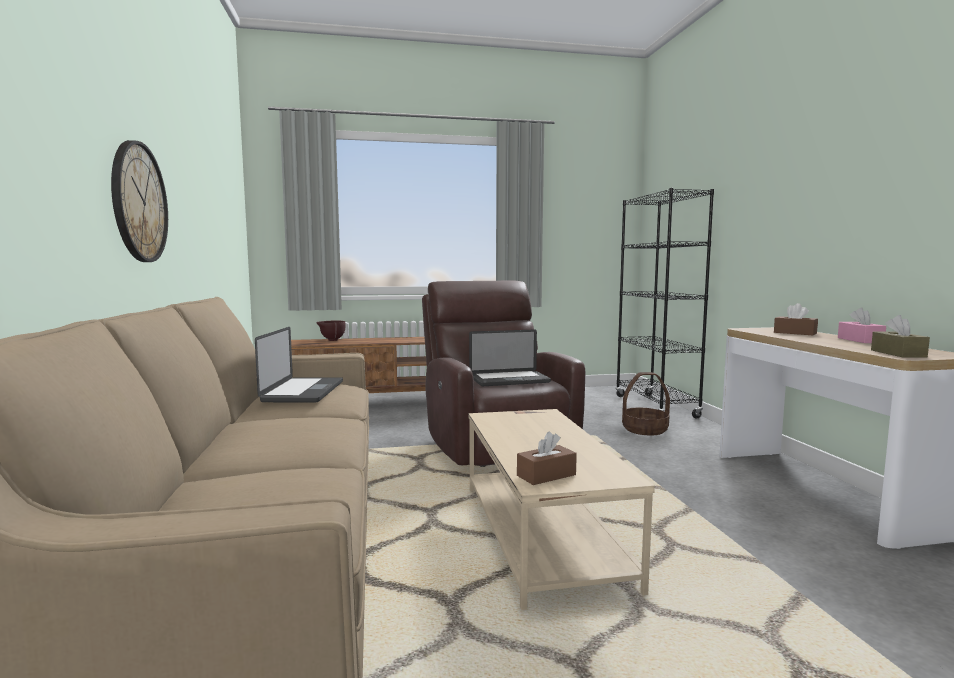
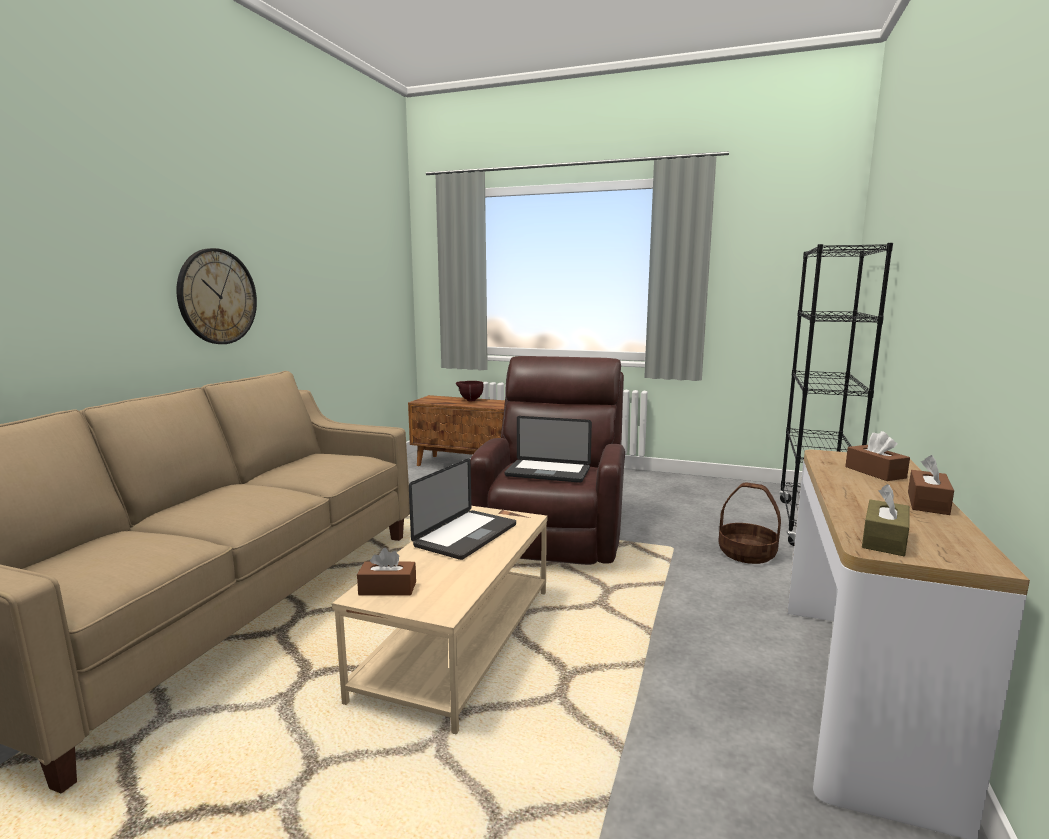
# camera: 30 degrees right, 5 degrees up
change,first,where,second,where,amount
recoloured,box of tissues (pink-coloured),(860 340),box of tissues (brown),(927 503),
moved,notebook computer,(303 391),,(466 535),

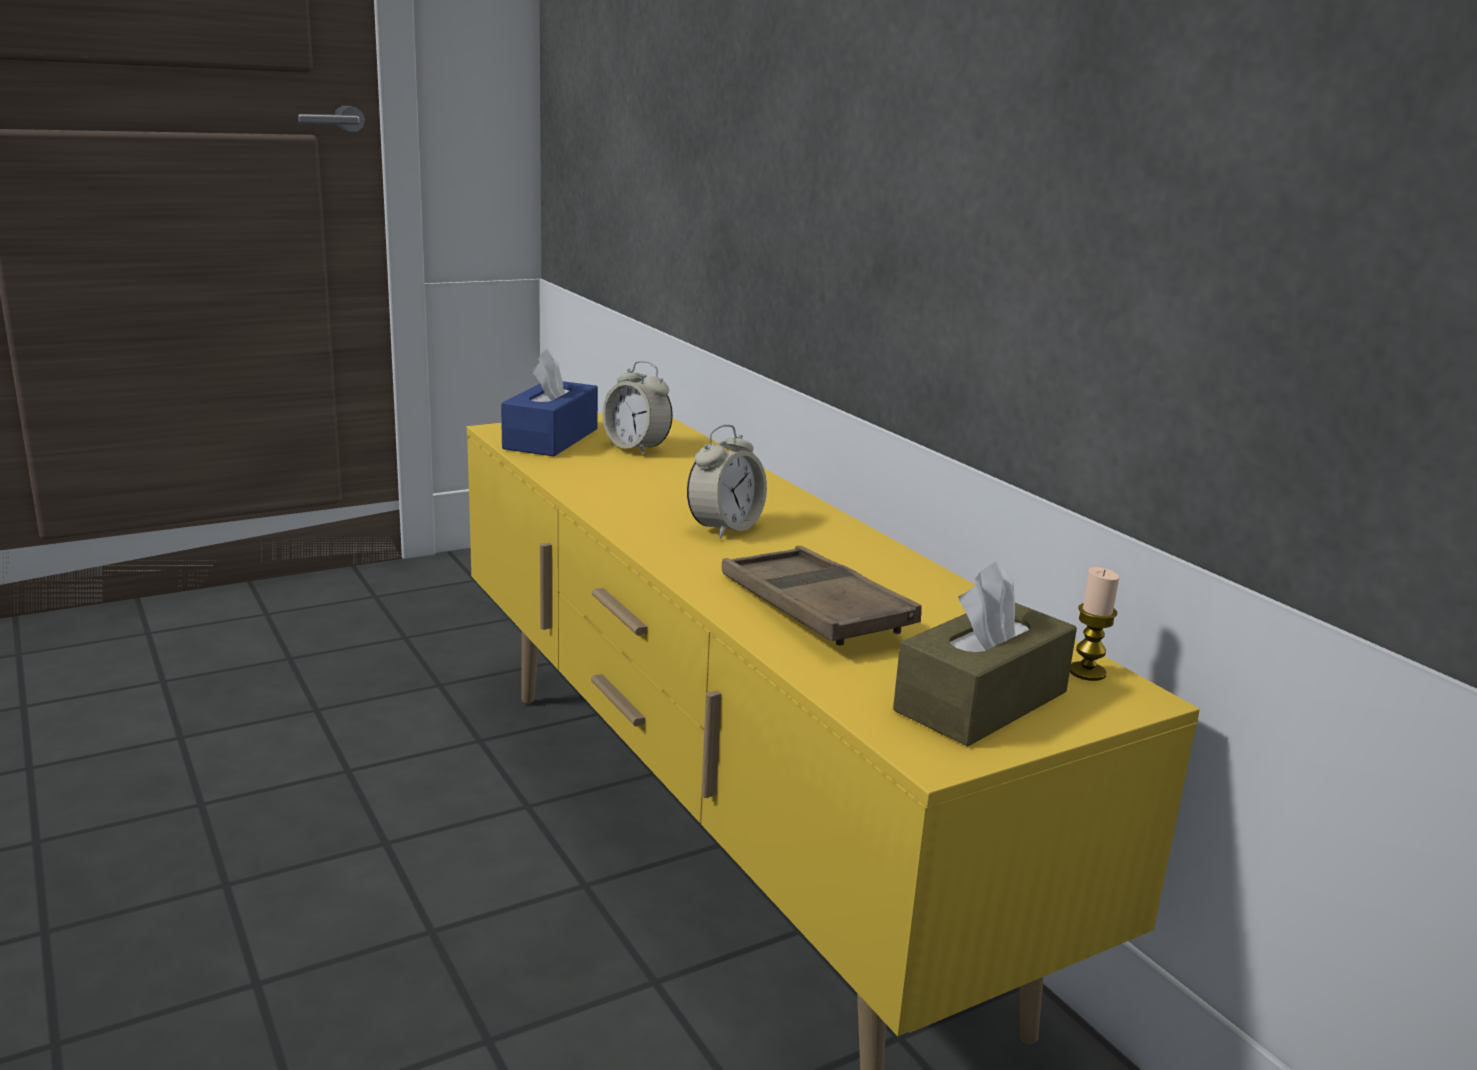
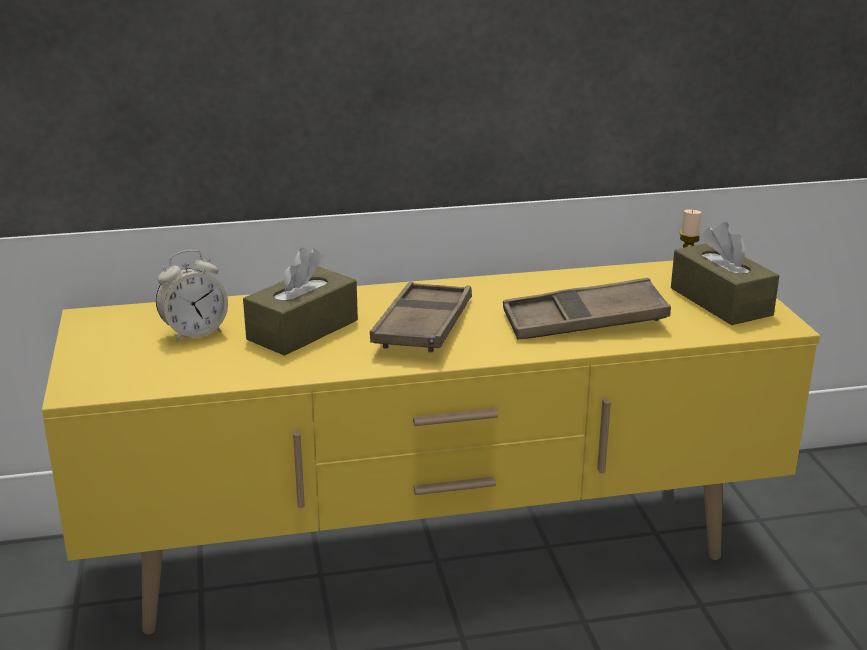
# camera: 70 degrees left, 5 degrees up
change,first,where,second,where,amount
removed,box of tissues (bluish),(551 439),,,
replaced,table clock,(725 528),tray (brown),(423 326),
added,,,box of tissues (brown),(303 330),

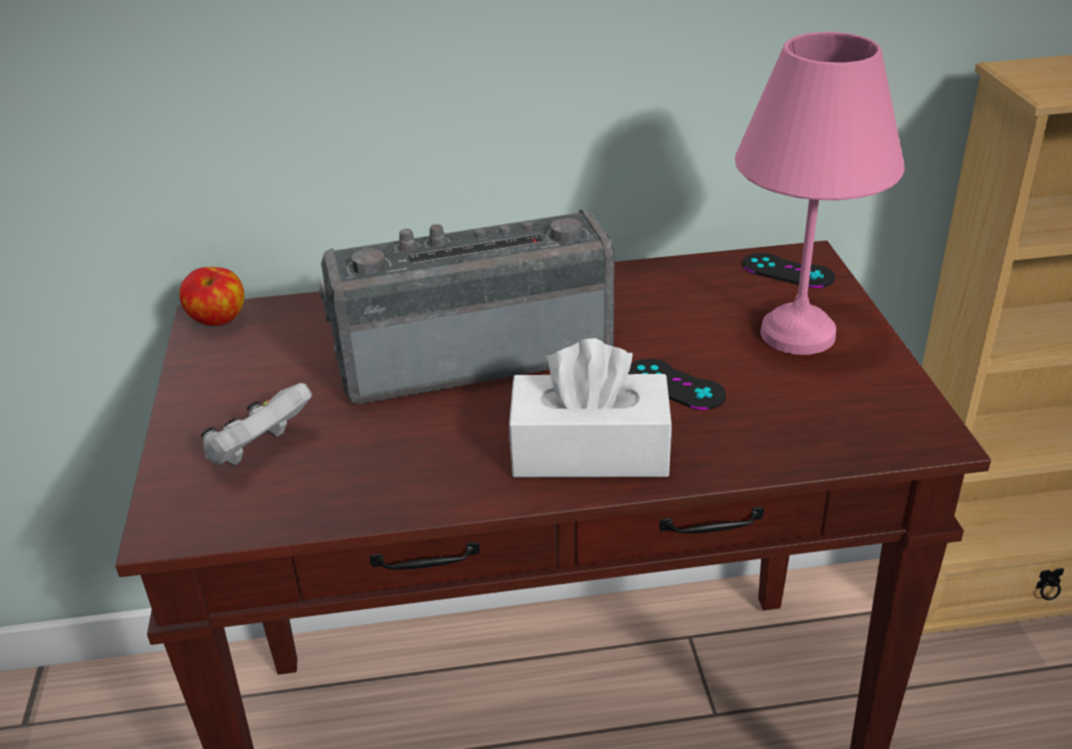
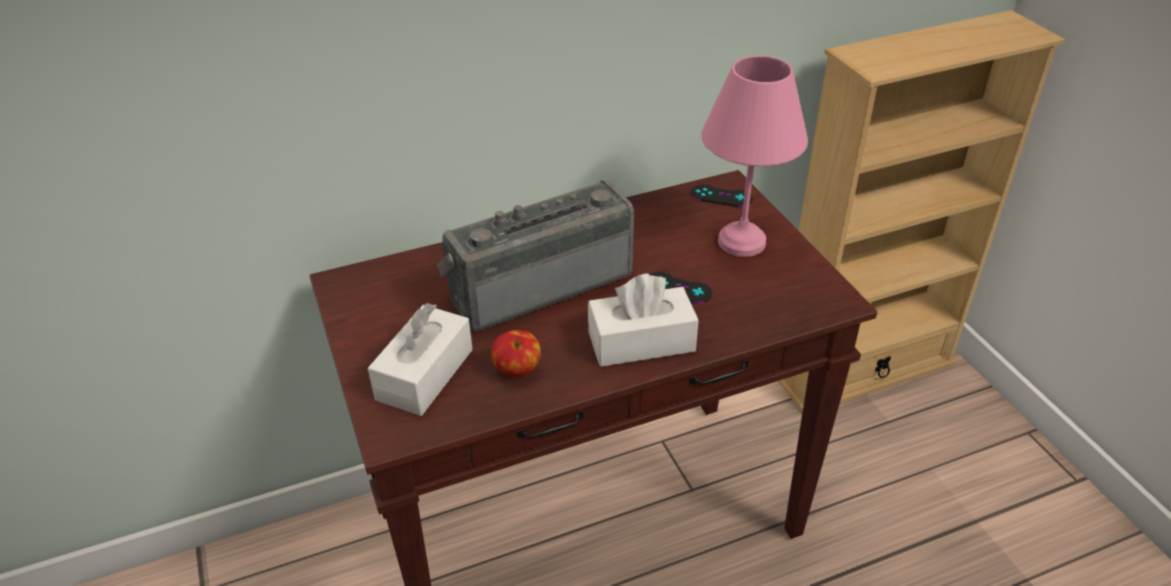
# camera: 15 degrees left, 5 degrees up
change,first,where,second,where,amount
moved,whole apple,(218 321),,(517 370),
replaced,gamepad (white-coloured),(259 451),box of tissues (white-coloured),(425 374),

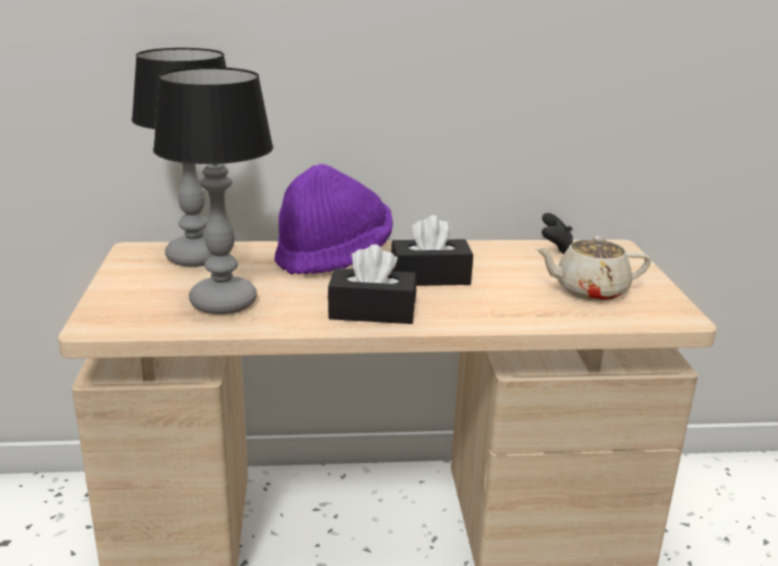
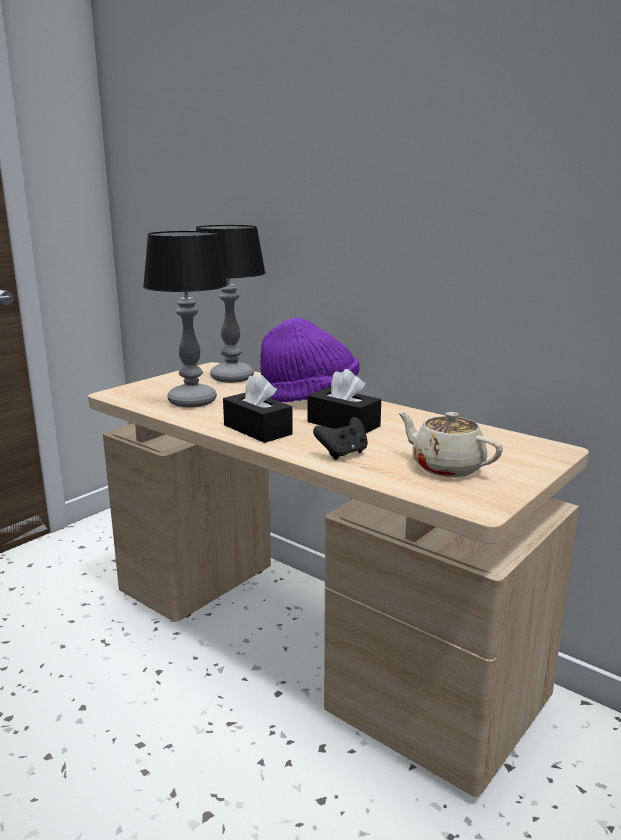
# camera: 45 degrees right, 5 degrees down
change,first,where,second,where,amount
moved,gamepad (blackish),(555 248),,(343 454),

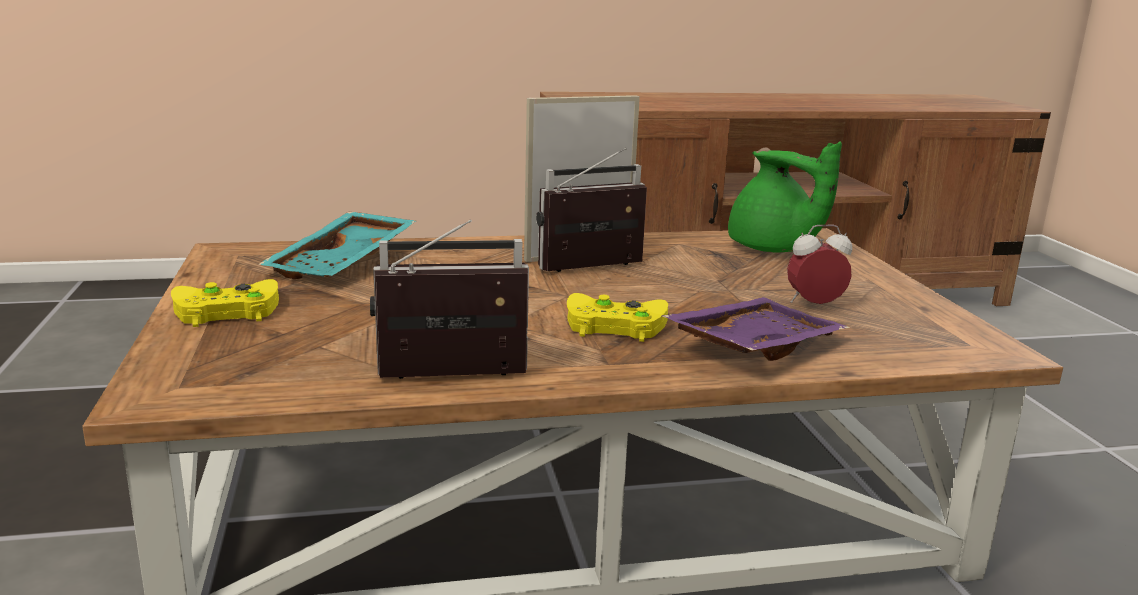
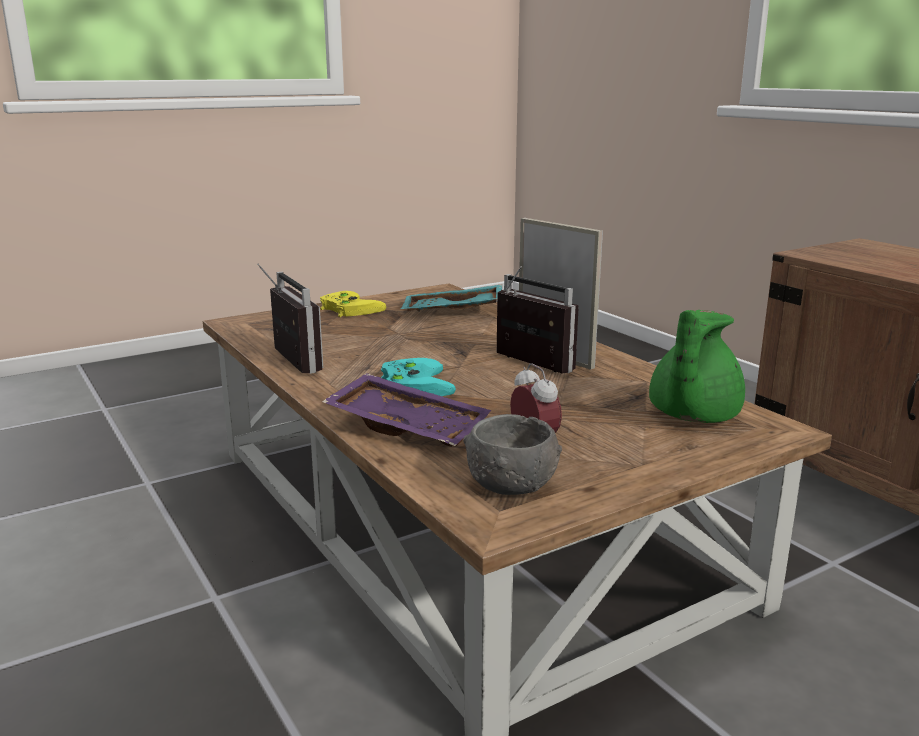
# camera: 70 degrees right, 0 degrees up
change,first,where,second,where,amount
recoloured,gamepad (yellow-coloured),(611 324),gamepad (turquoise),(412 383),
added,,,bowl (greyish),(511 483),

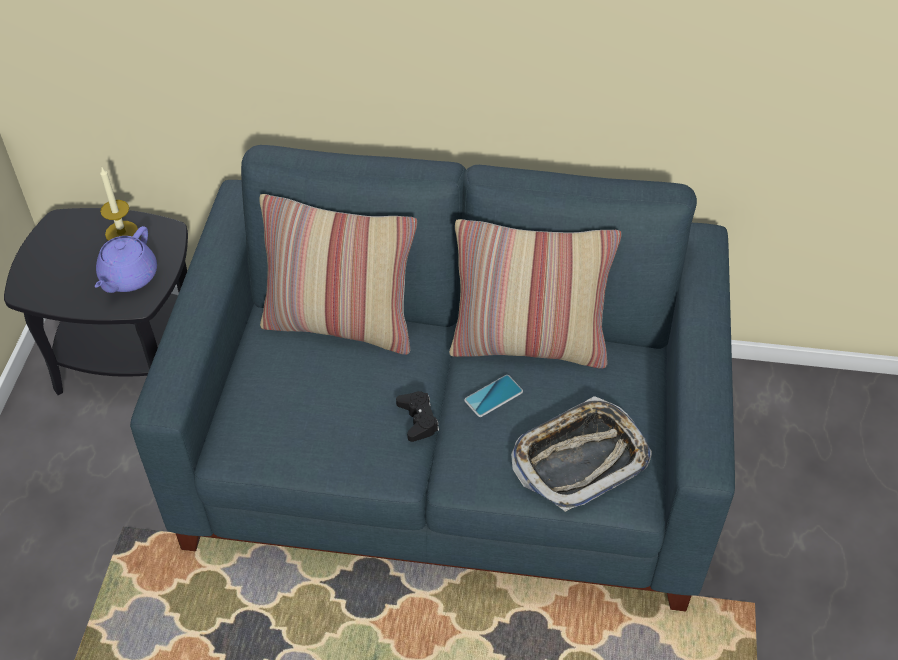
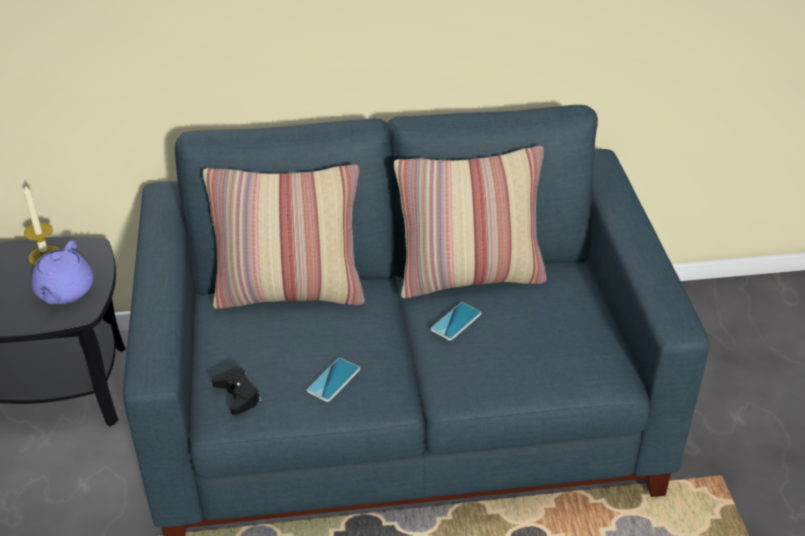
# camera: 15 degrees left, 10 degrees down
change,first,where,second,where,amount
moved,gamepad (blackish),(418 419),,(237 395),
removed,tray,(580 458),,,
added,,,telephone,(333 380),

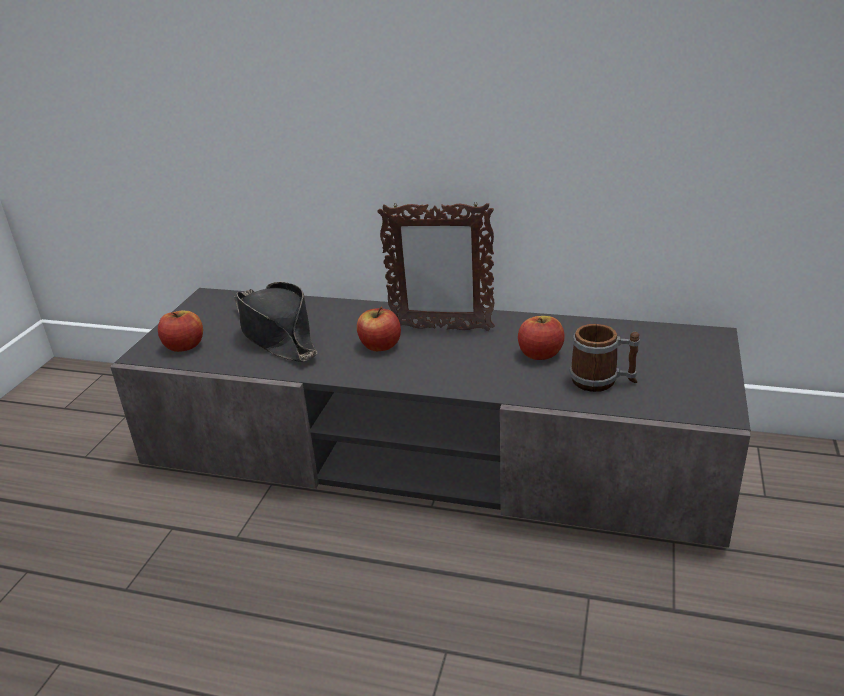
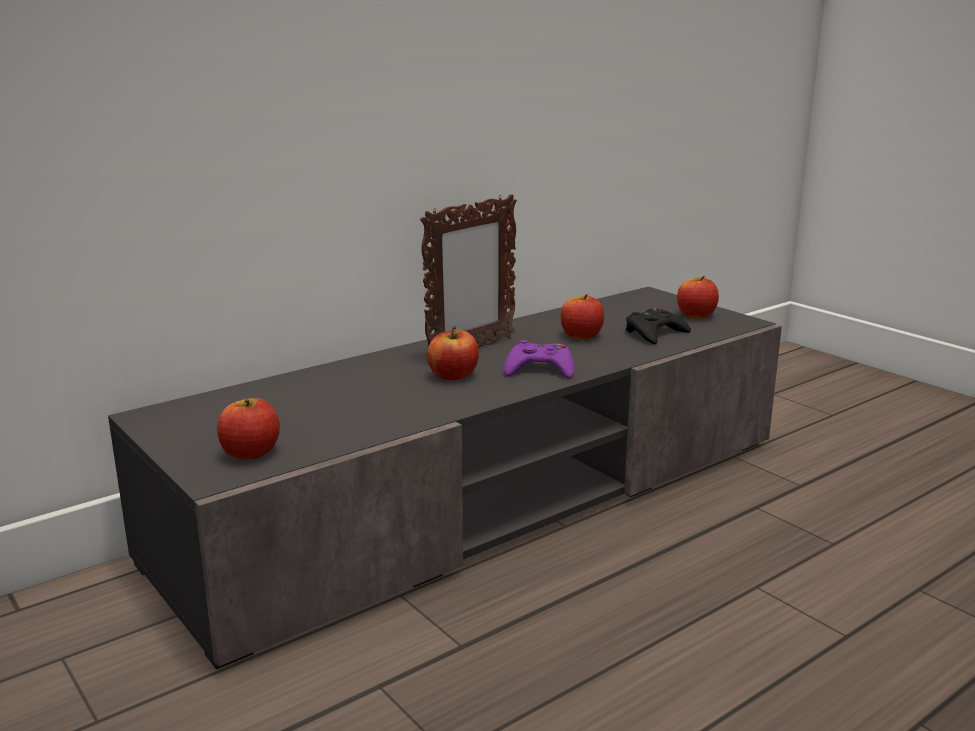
# camera: 55 degrees left, 10 degrees down
change,first,where,second,where,amount
removed,wearable hat (blackish),(276 334),,,
replaced,tea mug,(602 381),gamepad (blackish),(655 333),
added,,,whole apple,(696 315),
added,,,gamepad (purple),(539 369),

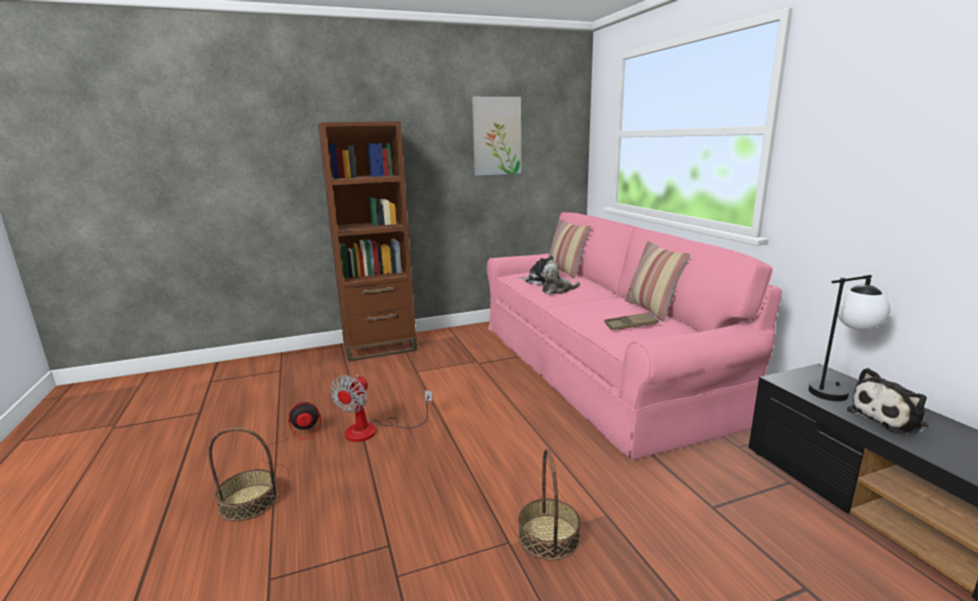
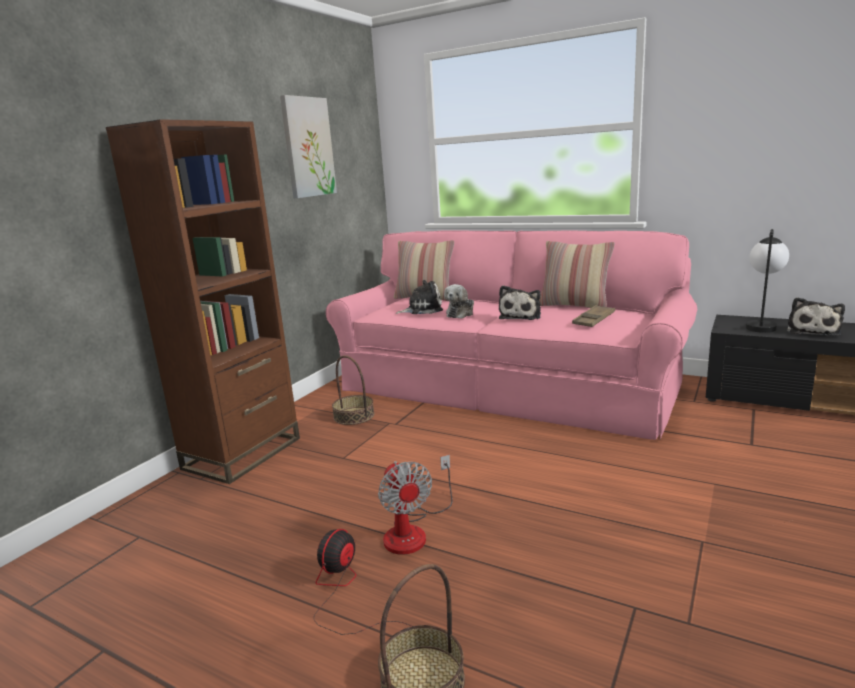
# camera: 40 degrees left, 0 degrees up
change,first,where,second,where,amount
moved,basket,(549 536),,(354 416),
added,,,cuddly toy,(521 316),

